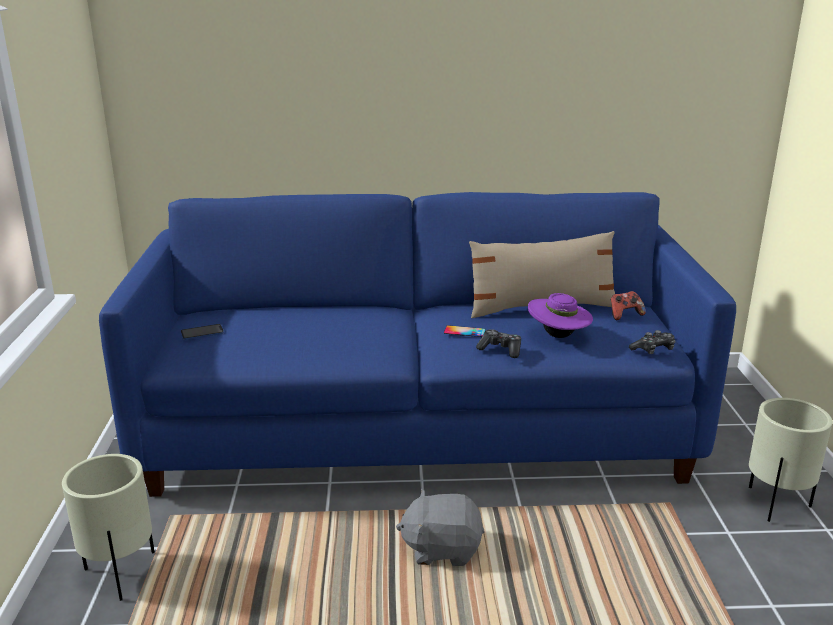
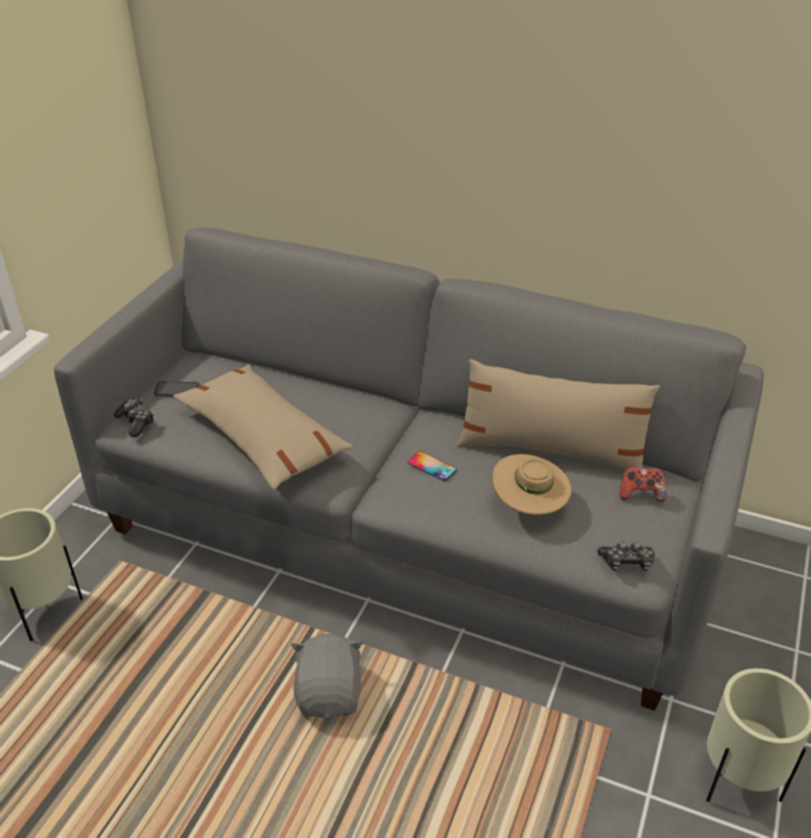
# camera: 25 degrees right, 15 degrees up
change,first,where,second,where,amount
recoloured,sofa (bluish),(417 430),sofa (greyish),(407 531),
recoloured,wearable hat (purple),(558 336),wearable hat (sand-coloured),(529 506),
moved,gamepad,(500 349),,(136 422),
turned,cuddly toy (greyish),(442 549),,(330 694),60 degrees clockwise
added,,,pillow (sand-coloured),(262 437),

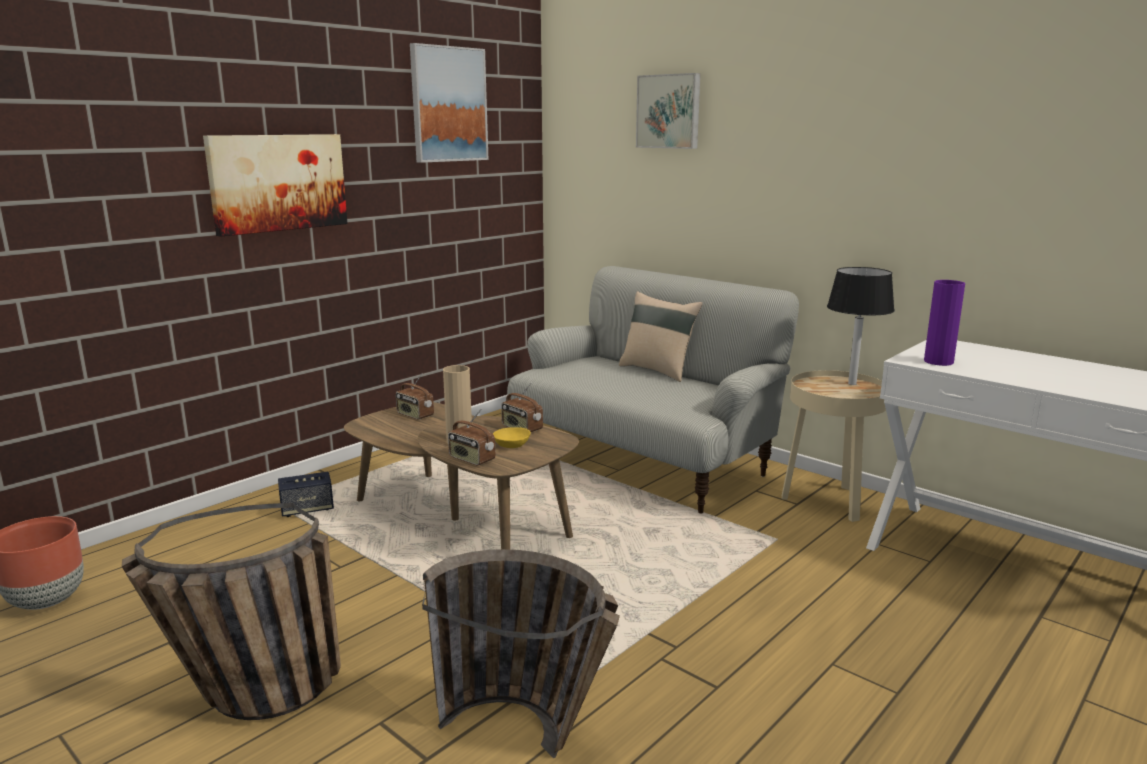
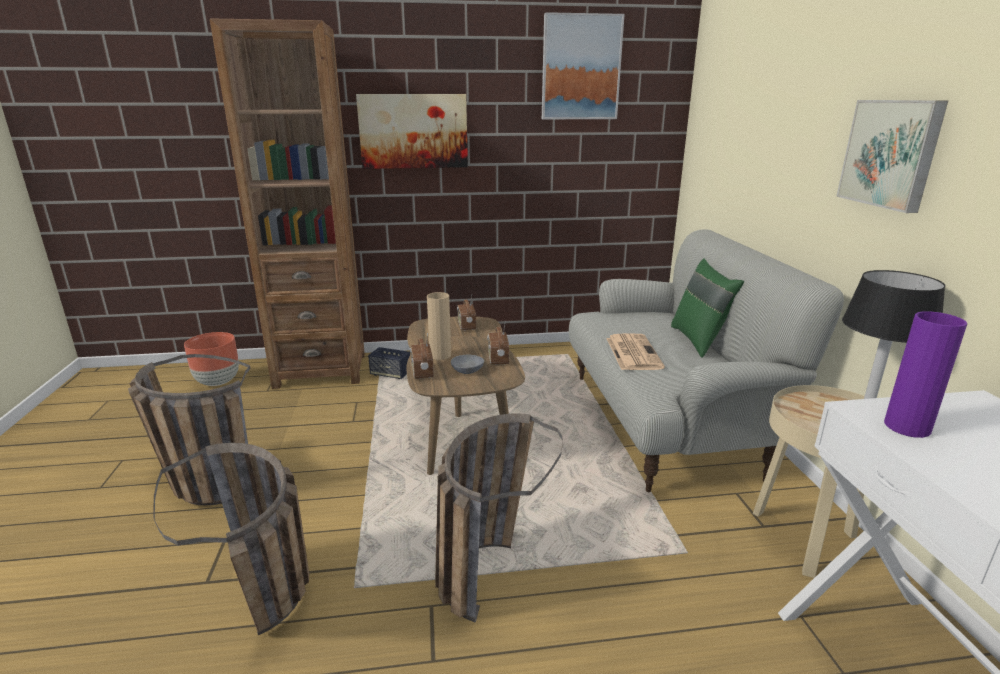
# camera: 40 degrees right, 5 degrees up
change,first,where,second,where,amount
moved,wall picture,(669 111),,(891 153),
recoloured,pillow (sand-coloured),(658 370),pillow (green-coloured),(700 341),
recoloured,bowl (yellow-coloured),(511 444),bowl (greyish),(468 370),
added,,,bookcase (brown),(321 370),
added,,,printed paper,(632 352),
added,,,basket,(486 564),

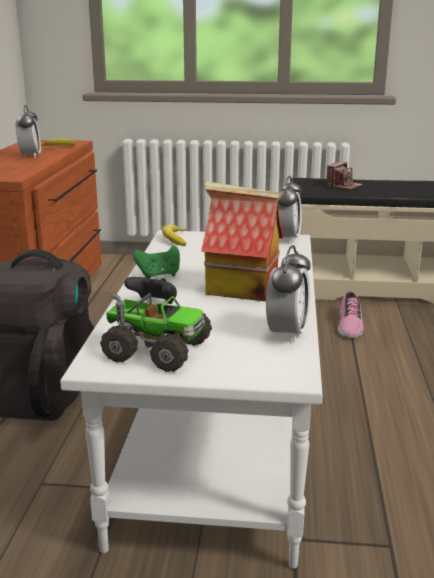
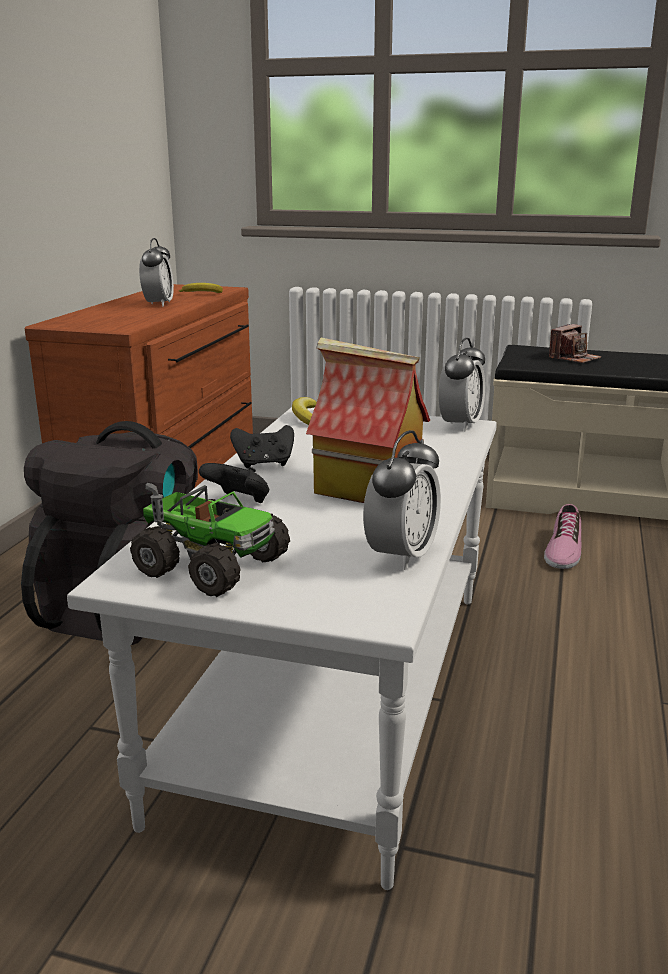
# camera: 10 degrees right, 0 degrees up
change,first,where,second,where,amount
recoloured,gamepad (green-coloured),(159 275),gamepad (blackish),(264 464),

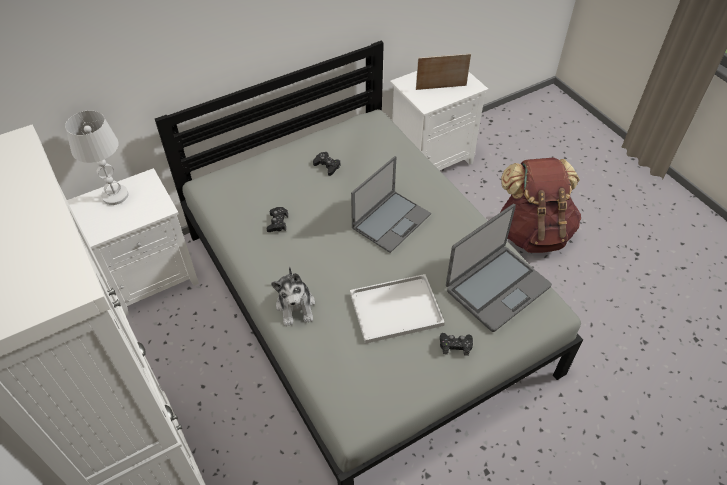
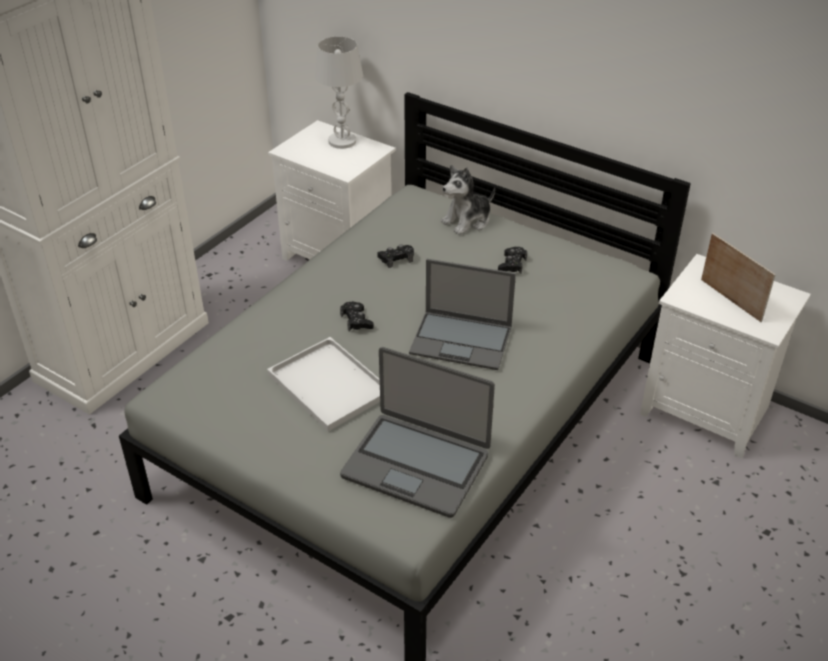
# camera: 65 degrees right, 10 degrees down
change,first,where,second,where,amount
removed,rucksack (brown),(533 232),,,
moved,cuddly toy,(296 306),,(467 221),
moved,gamepad (blackish),(455 345),,(356 321),

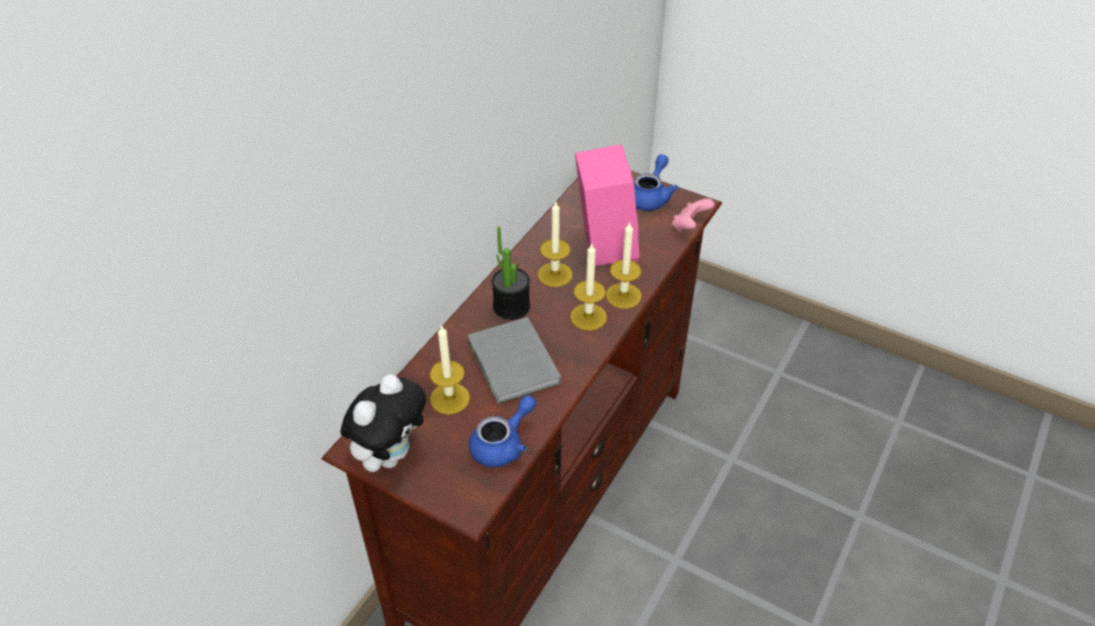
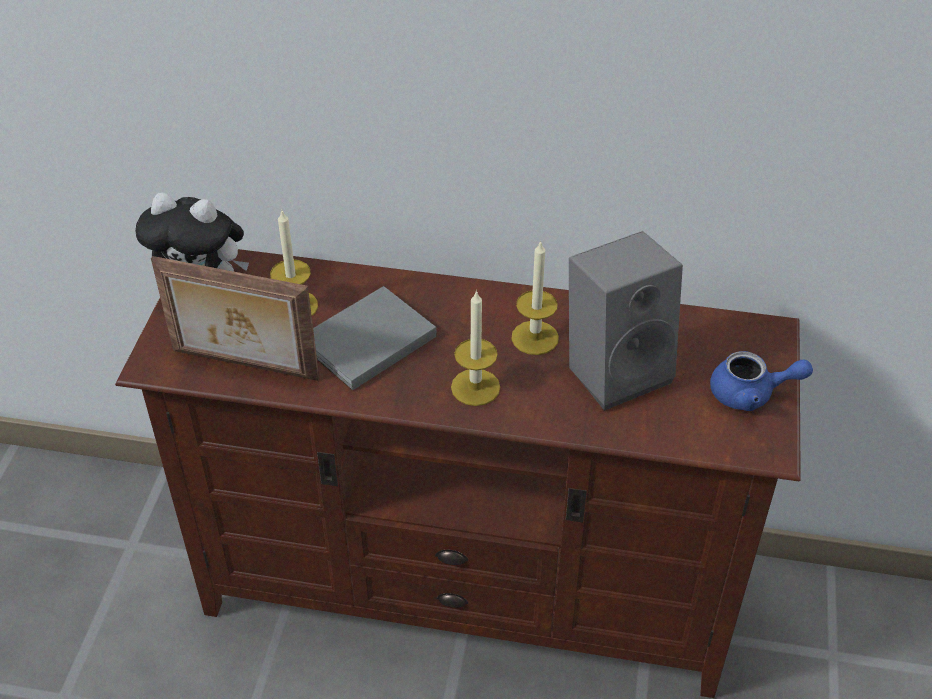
# camera: 70 degrees right, 0 degrees up
change,first,where,second,where,amount
recoloured,loudspeaker (pink-coloured),(603 245),loudspeaker (greyish),(617 369),
removed,gamepad (pink-coloured),(689 226),,,
removed,wax candle,(623 295),,,
removed,potted plant,(511 306),,,
replaced,teapot (bluish),(503 445),picture frame,(244 366),

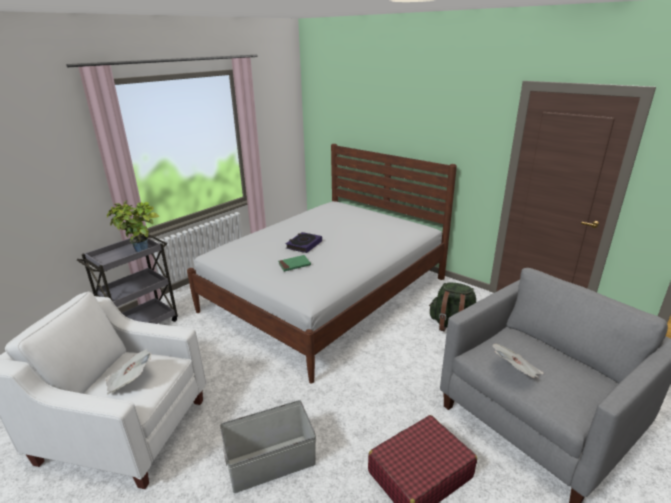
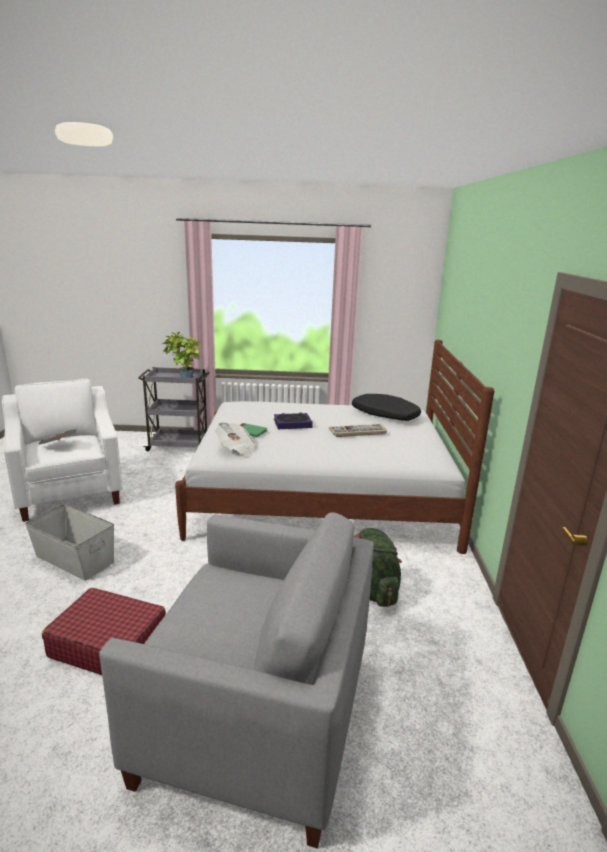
# camera: 50 degrees right, 5 degrees down
change,first,where,second,where,amount
moved,printed paper,(516 372),,(236 449),
added,,,pillow (blackish),(384 414),
added,,,PC keyboard,(357 432),

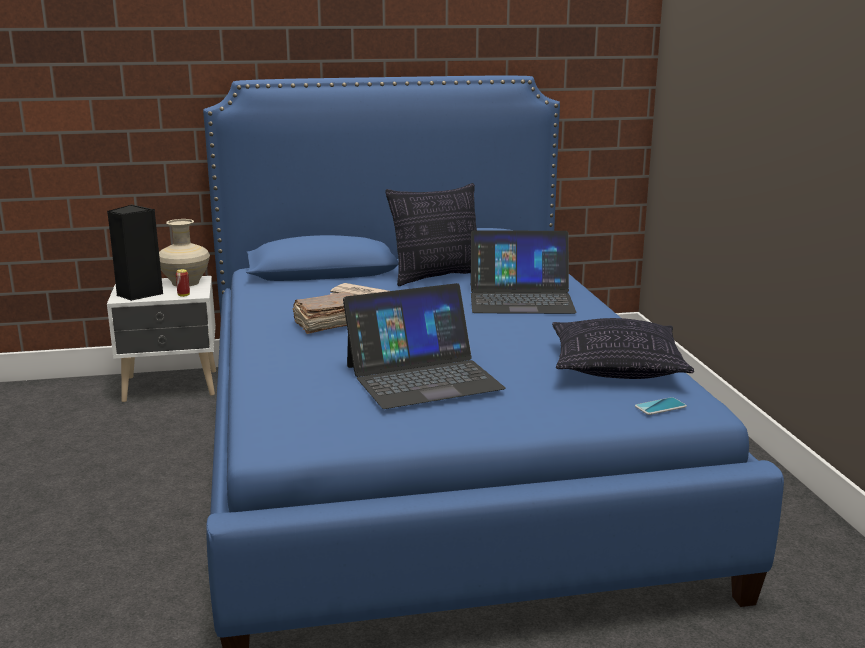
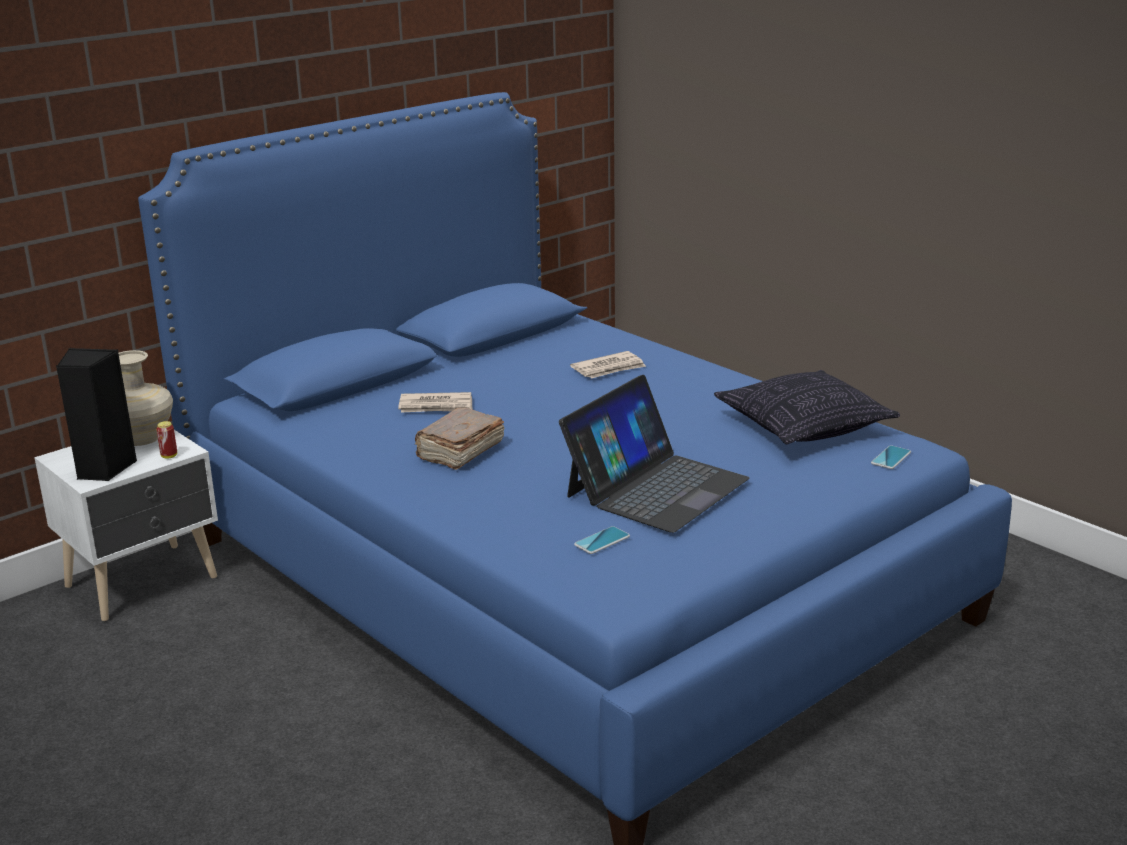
# camera: 30 degrees left, 5 degrees up
change,first,where,second,where,amount
removed,pillow,(437 277),,,
replaced,notebook computer,(521 298),printed paper,(609 368),
added,,,telephone,(602 541),

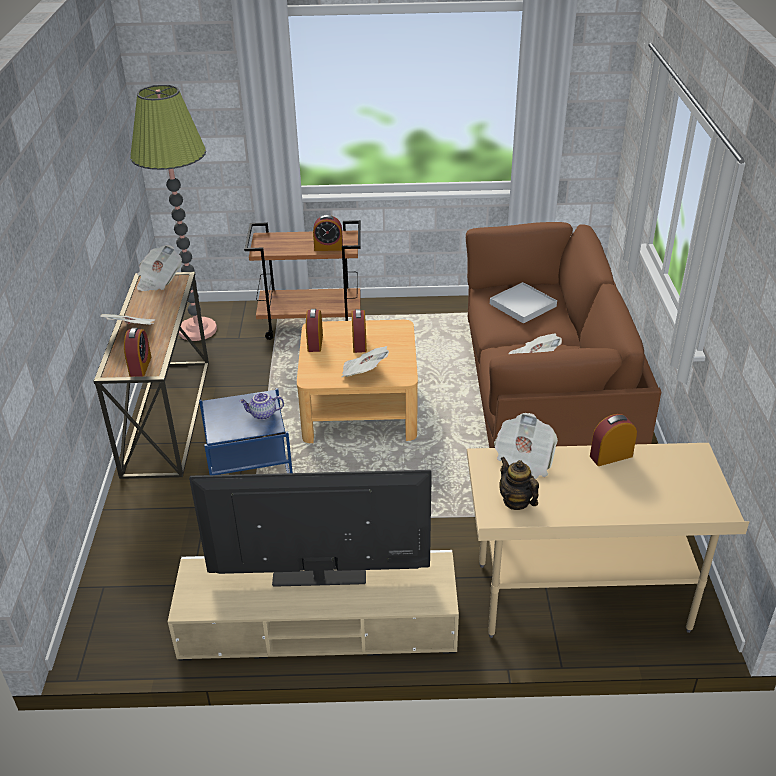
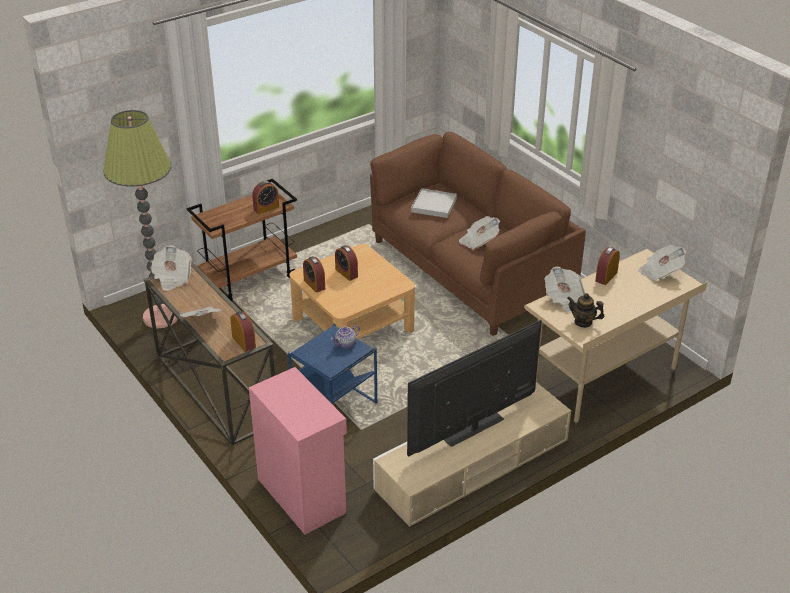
# camera: 35 degrees left, 0 degrees up
change,first,where,second,where,amount
moved,printed paper,(364 372),,(660 272),
added,,,cupboard (pink-coloured),(302 494),

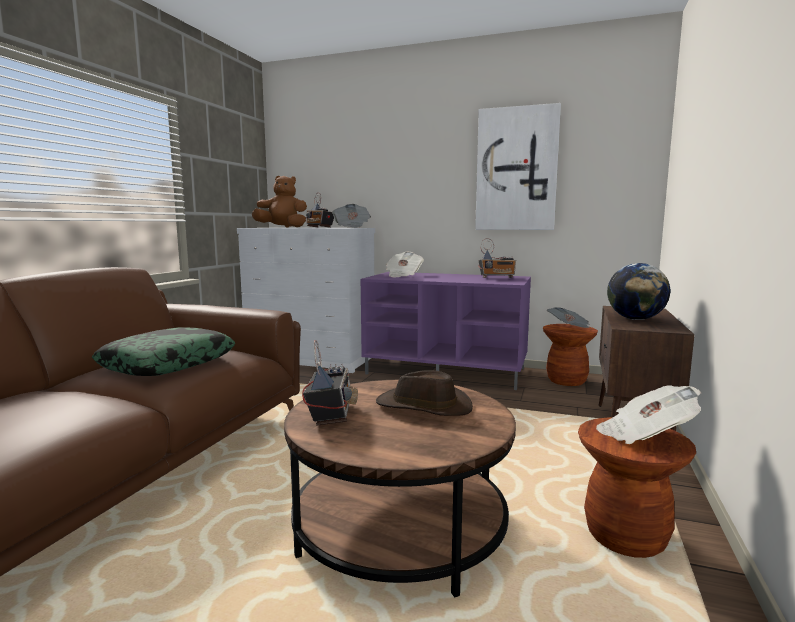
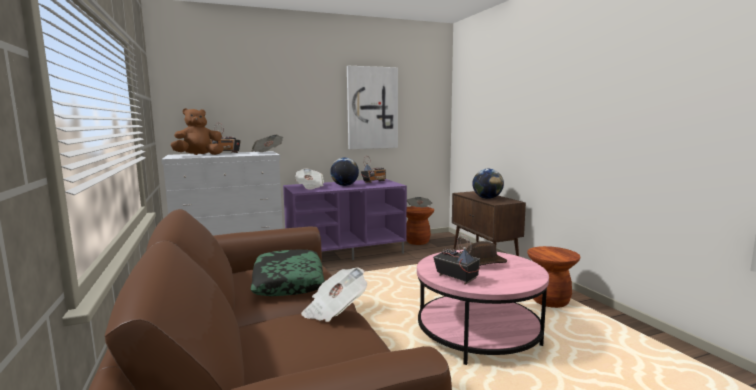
# camera: 40 degrees left, 0 degrees up
change,first,where,second,where,amount
recoloured,lounge table (brown),(399 527),lounge table (pink-coloured),(478 333),
moved,printed paper,(644 436),,(334 310),
added,,,world globe,(344 185),

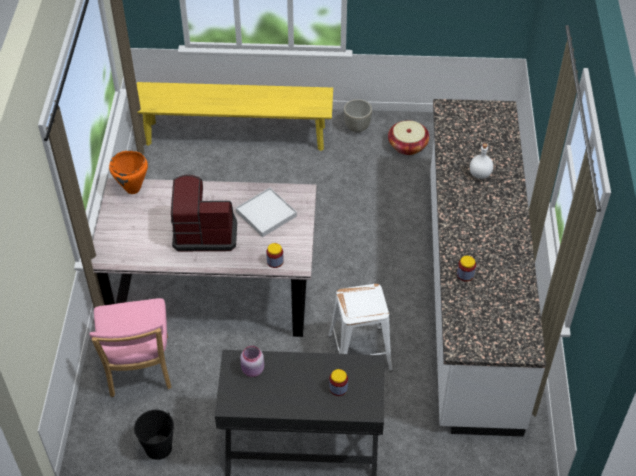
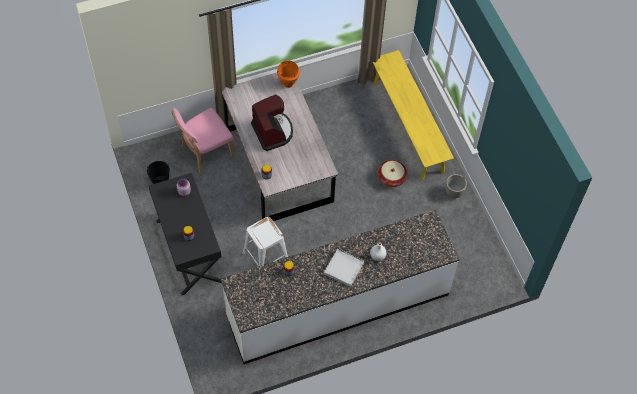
# camera: 65 degrees right, 10 degrees up
change,first,where,second,where,amount
moved,basket,(407 145),,(391 178),
moved,tray (white-coloured),(266 214),,(344 268),

